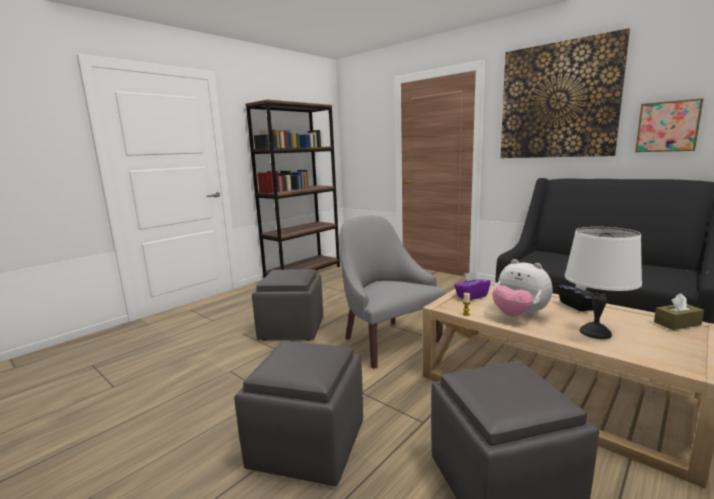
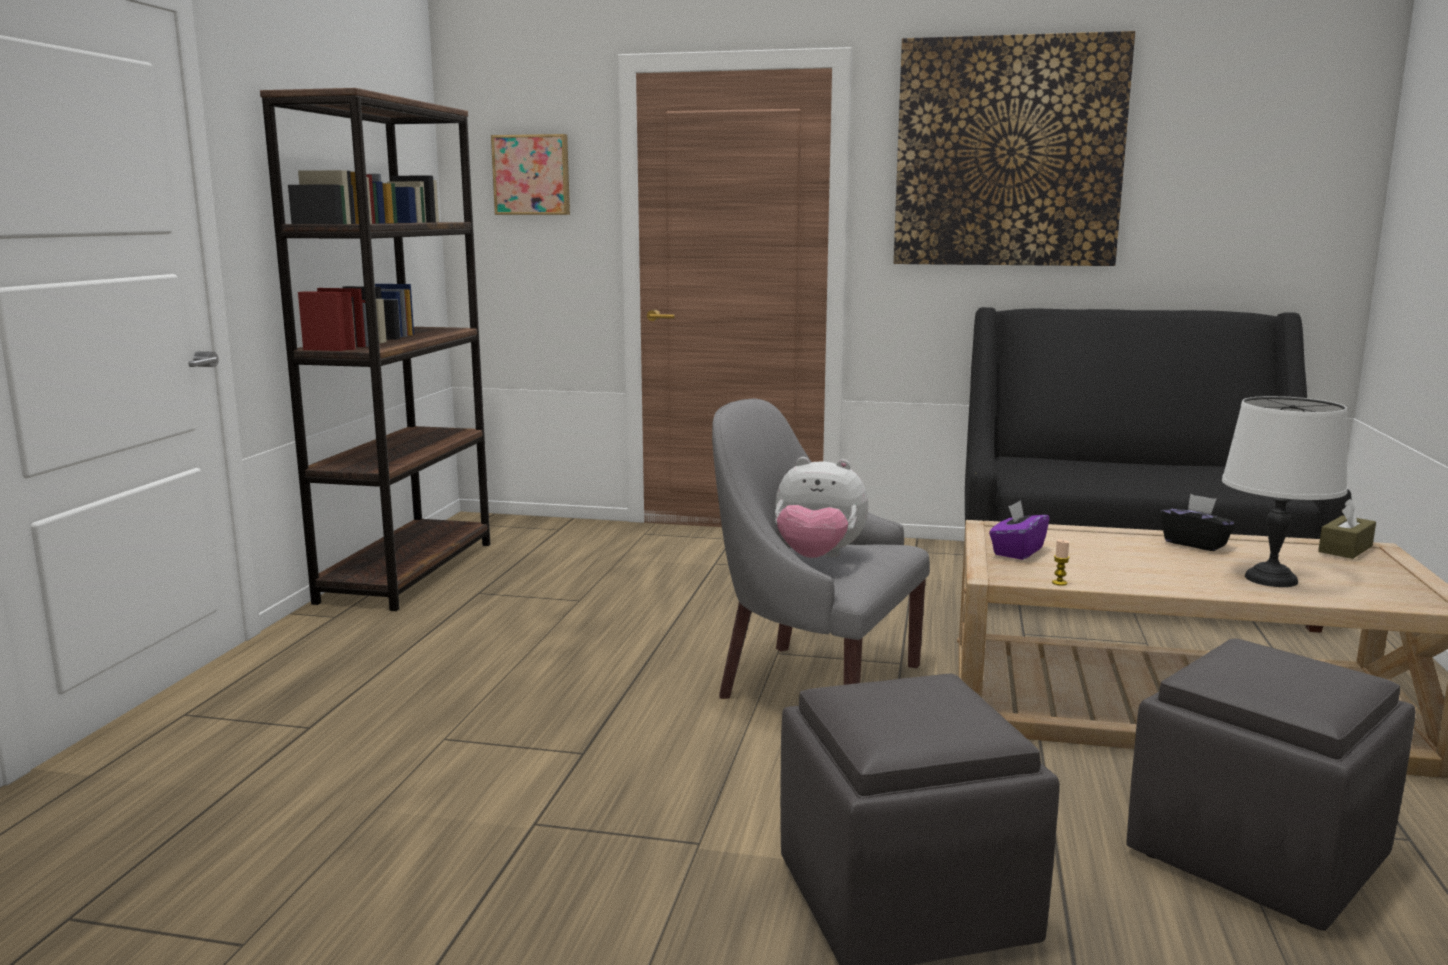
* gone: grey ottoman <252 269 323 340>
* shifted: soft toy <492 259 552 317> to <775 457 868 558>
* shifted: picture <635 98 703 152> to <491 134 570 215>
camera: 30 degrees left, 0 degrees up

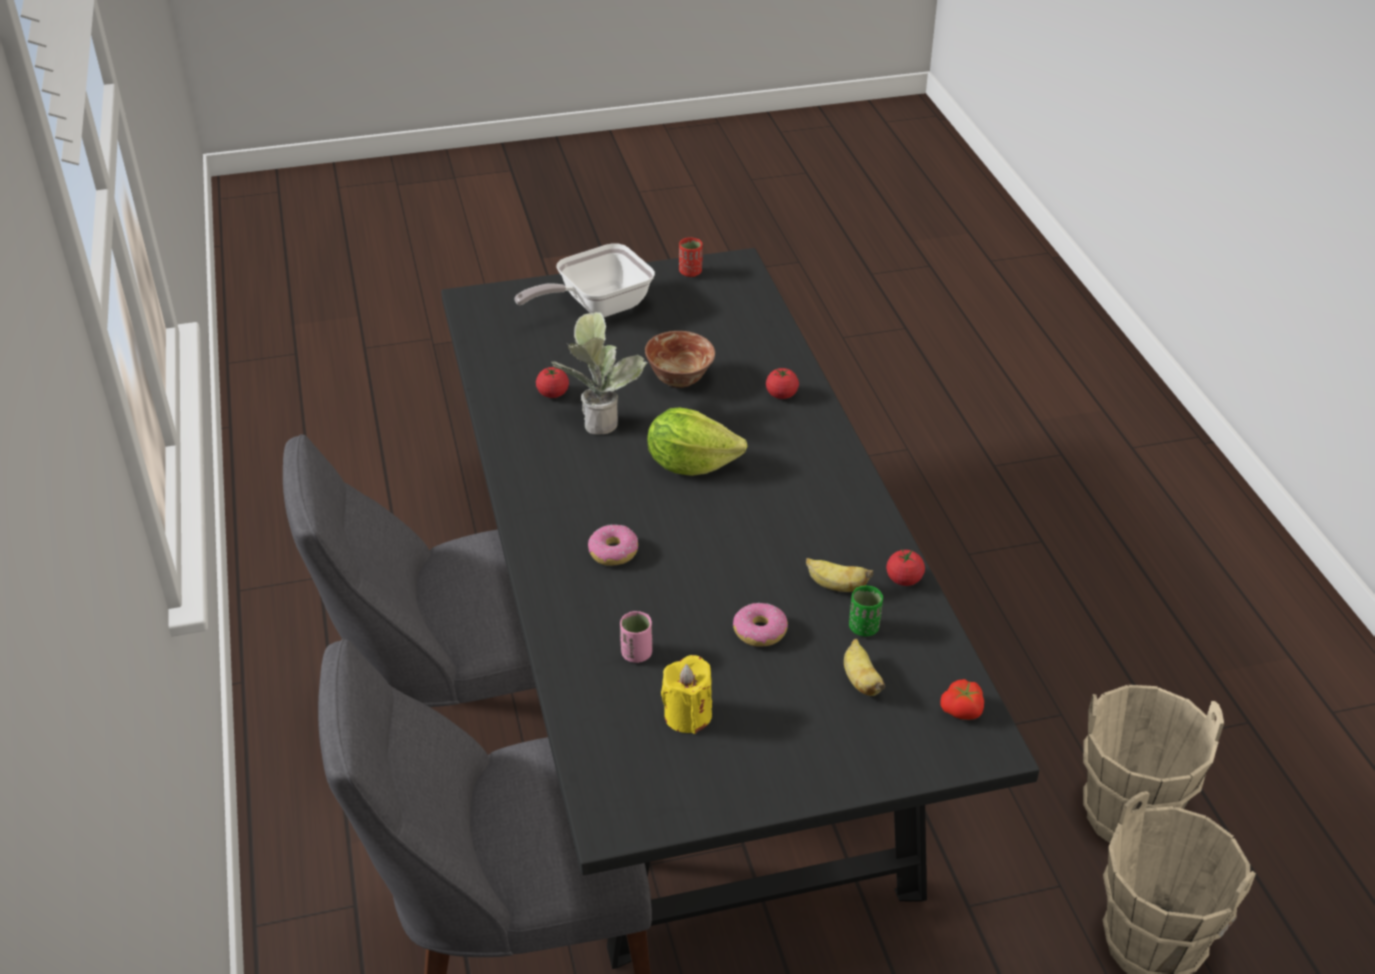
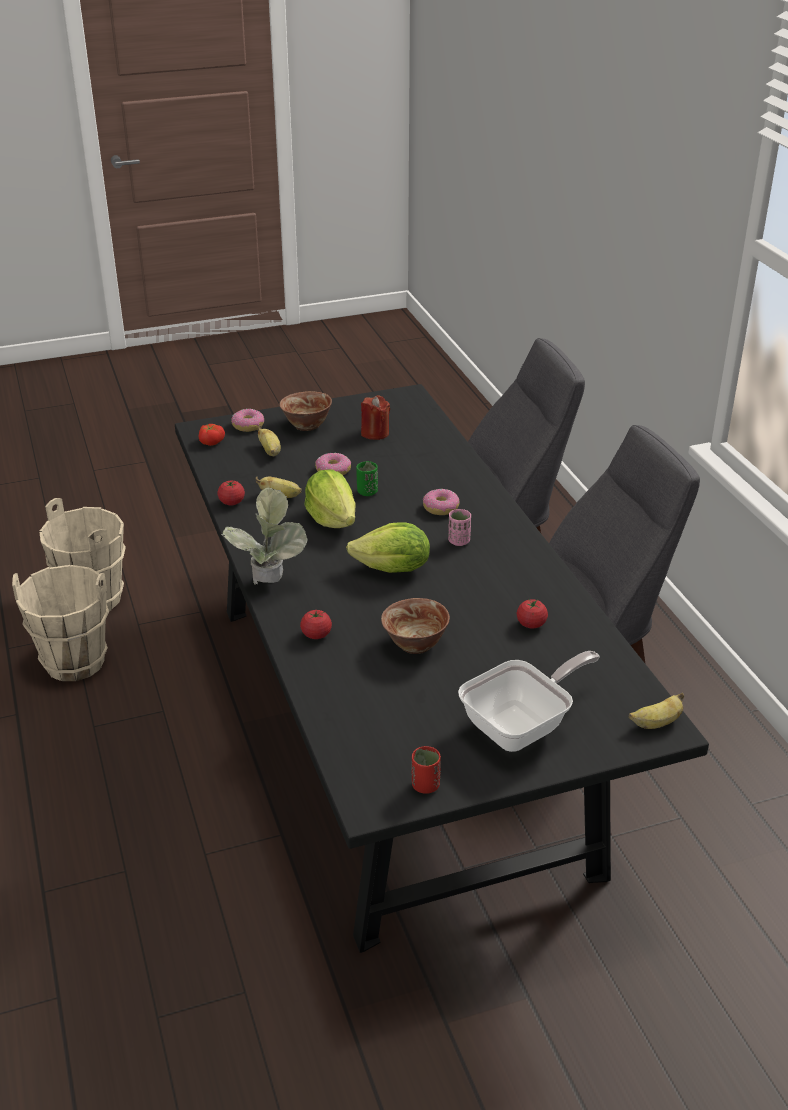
* new: doughnut <231 409 264 432>
* new: bowl <280 391 332 431>
* new: lettuce <304 469 356 528>
* new: whole banana <629 693 684 729>
* shifted: potted plant <552 312 647 435> to <221 488 308 585>
* shifted: pink-coloured small cup <620 611 652 663> to <448 509 471 546>
* shifted: greenish small cup <849 585 883 636> to <356 461 378 496>
* repainted: yellow candle <661 655 712 734> to red-coloured candle <361 395 390 440>
camera: 175 degrees right, 5 degrees down

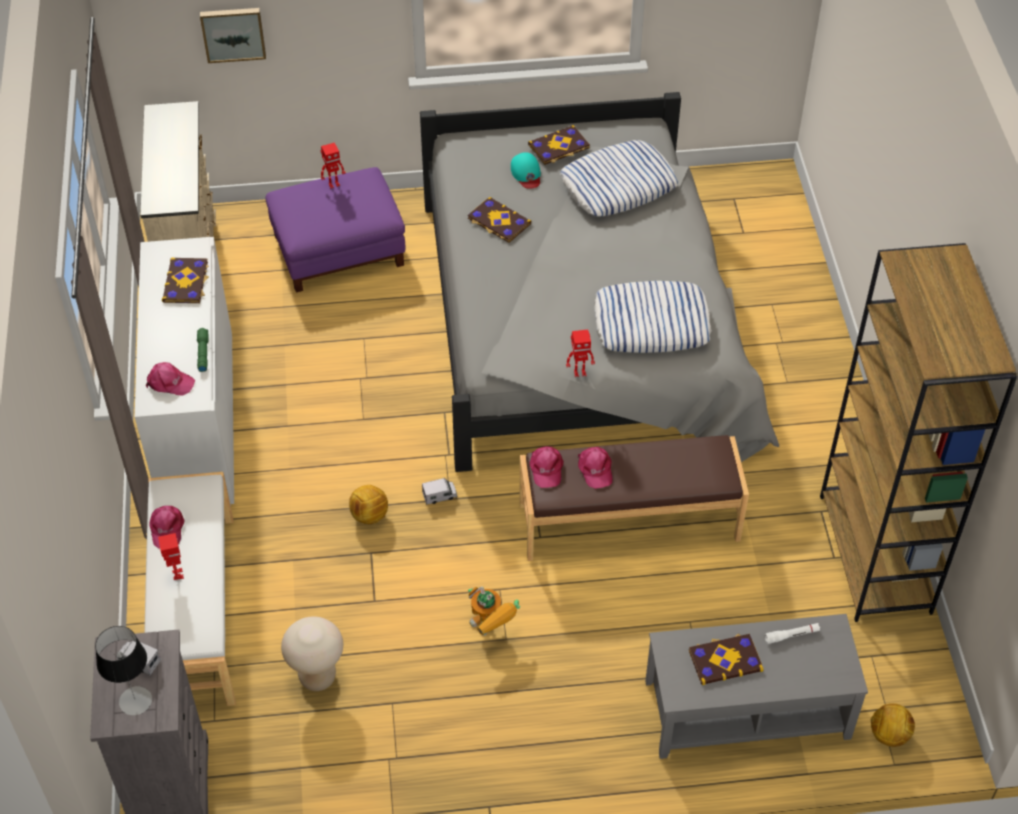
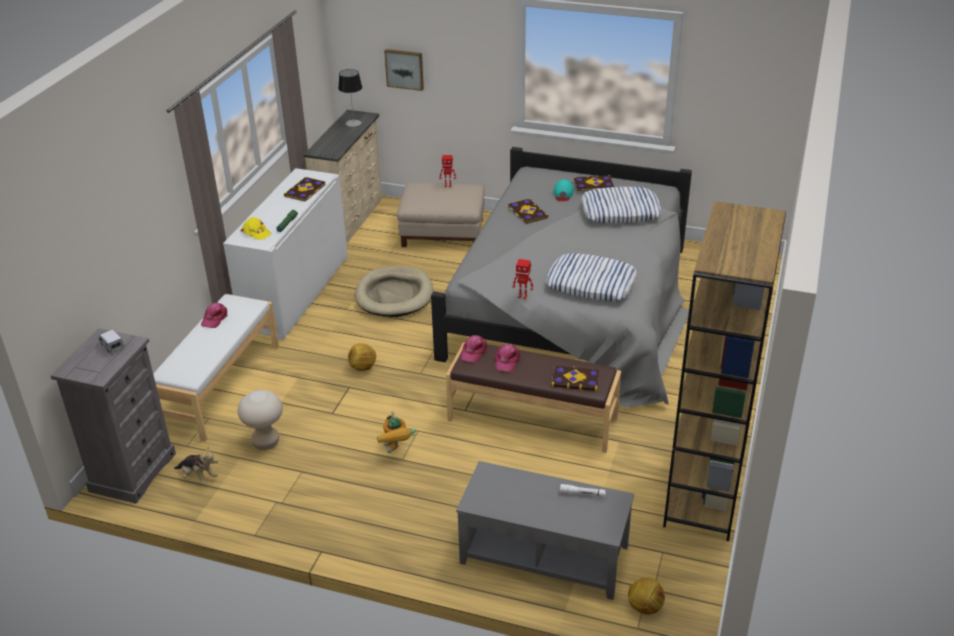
* gone: model robot <158 533 184 580>
* gone: model truck <422 478 457 505>
* new: soft toy <174 446 218 485>
* new: sand-coloured dog bed <355 266 433 317>
* shifted: lamp for a table <95 626 152 715> to <338 69 362 127>
* shifted: volume <689 633 763 685> to <551 366 600 391>
* repainted: pink-coloured cap <146 362 195 396> to yellow cap <241 217 272 240>
* repainted: purple ottoman <265 167 405 293> to sand-coloured ottoman <397 183 485 247>
camera: 25 degrees right, 15 degrees down

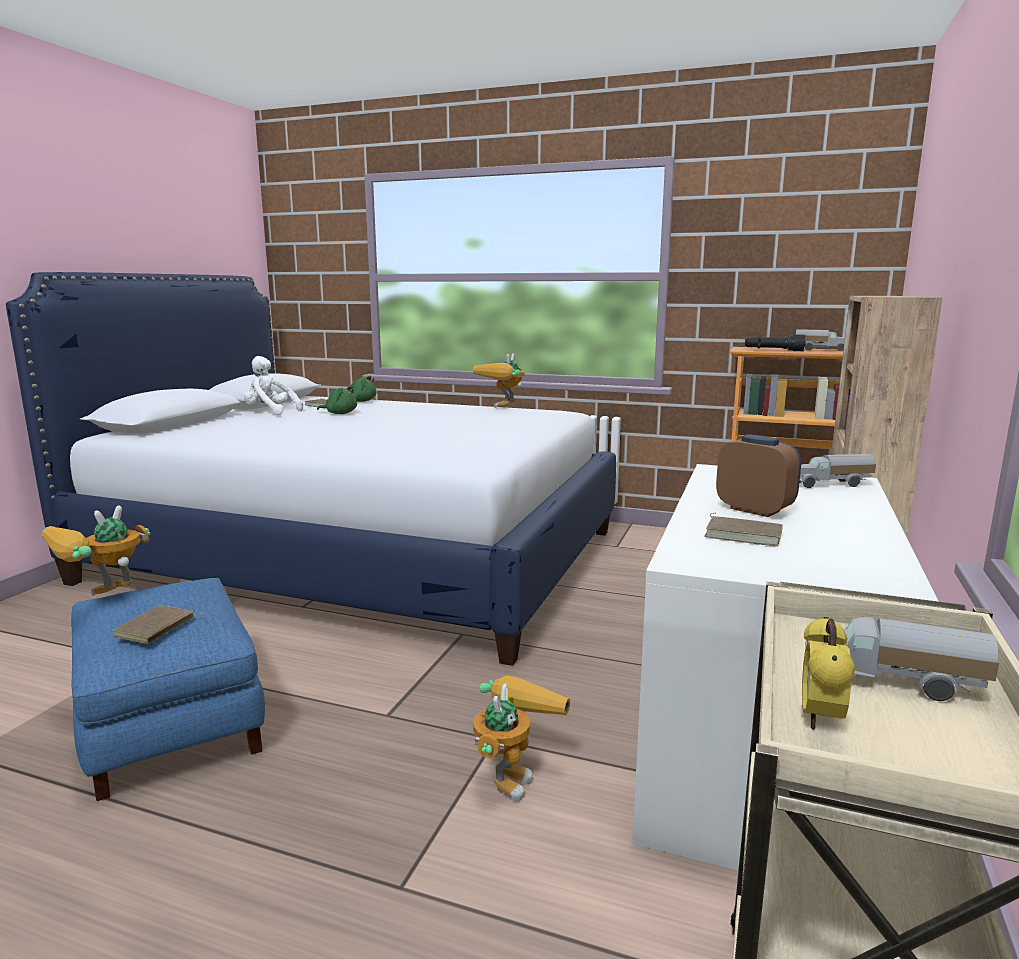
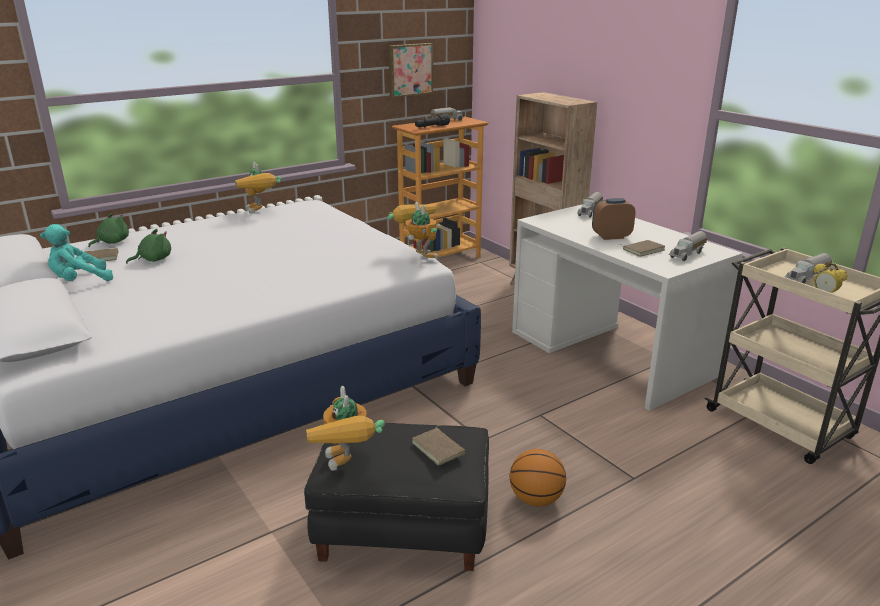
* new: picture <388 43 433 98>
* new: basketball <510 449 566 507>
* new: model truck <669 231 707 261>
* shifted: model robot <473 675 570 802> to <388 202 439 260>
* repainted: bluish ottoman <71 578 265 801> to black-coloured ottoman <304 422 489 571>
* repainted: white-coloured soft toy <244 356 303 415> to blue-green soft toy <40 224 113 281>
camera: 55 degrees left, 10 degrees up

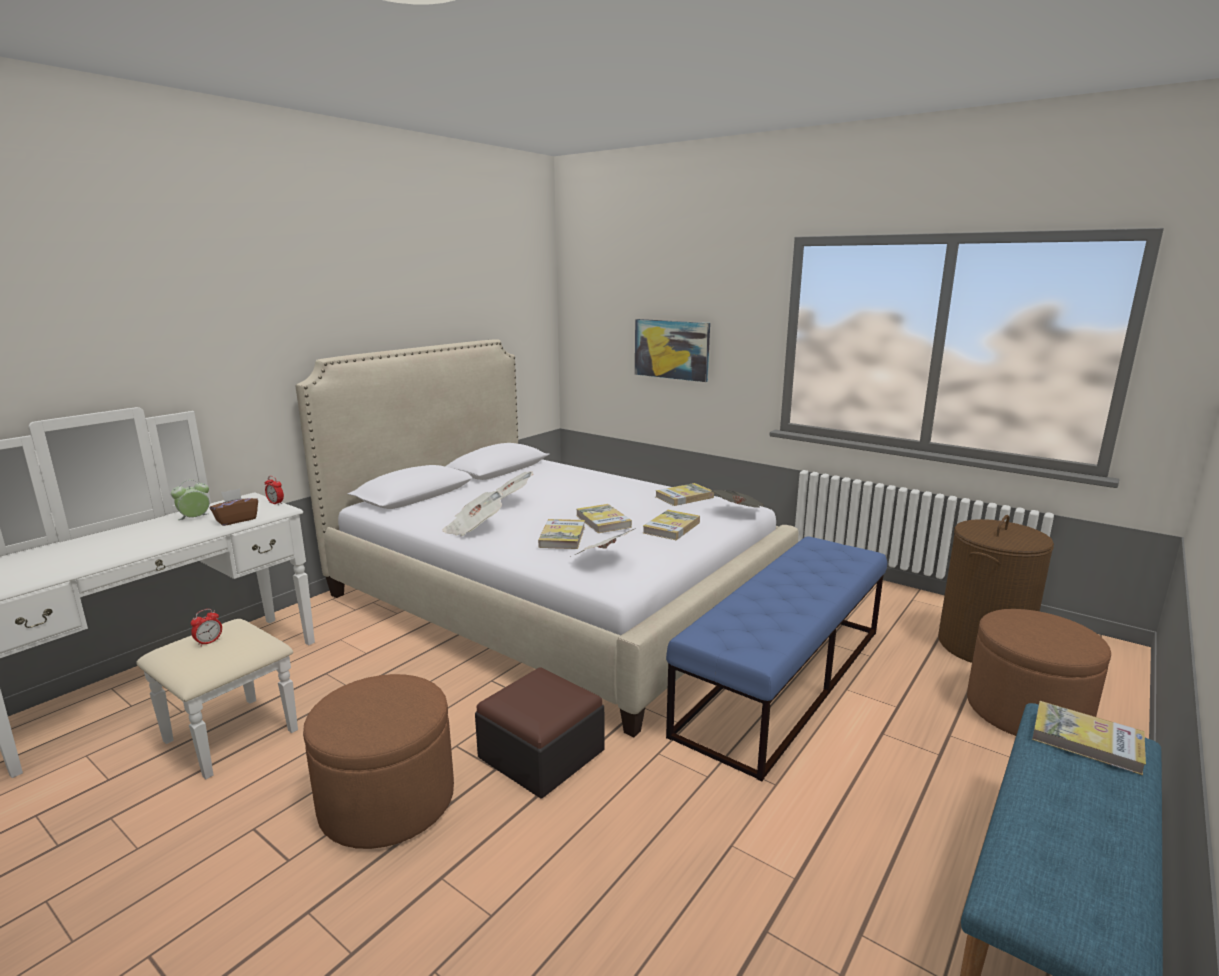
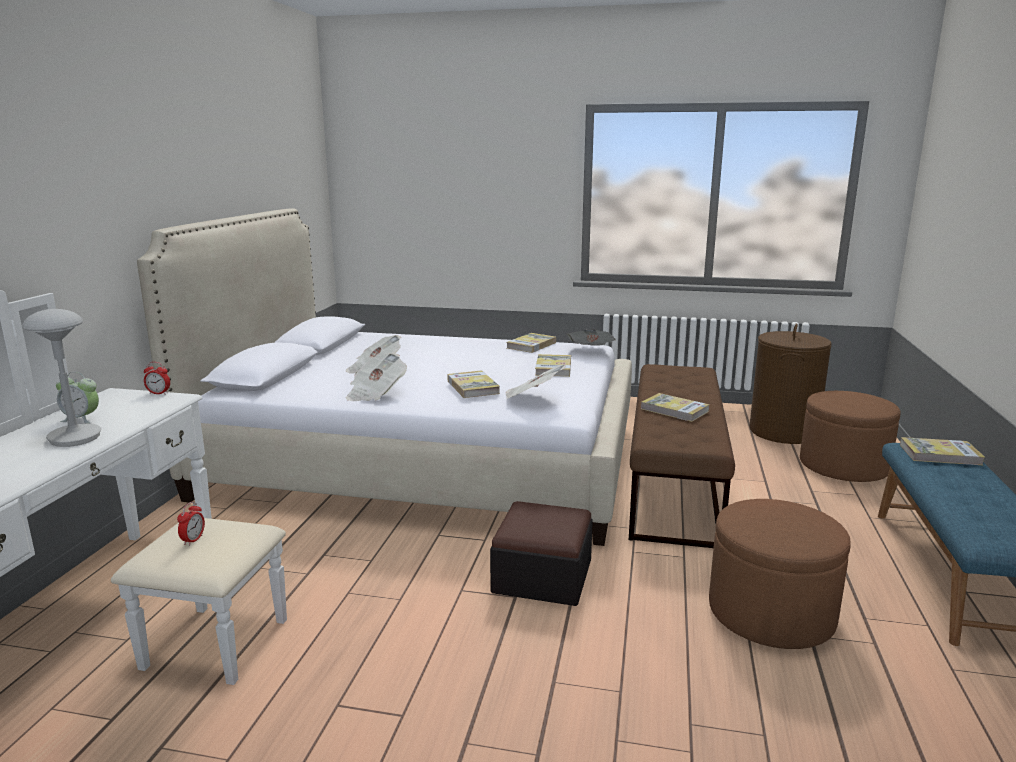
* gone: brownish tissue holder <210 488 258 526>
* gone: picture <635 319 710 382>
* new: grey lamp for a table <22 309 101 447>
* shifted: brownish ottoman <303 674 454 849> to <709 499 851 649>
* shifted: volume <576 504 632 533> to <641 393 709 422>
* repainted: bluish long seat <666 536 887 782> to brownish long seat <629 364 735 548>
* rotated: alarm clock <171 480 210 520> = <56 372 99 423> 105 degrees counterclockwise
camera: 25 degrees left, 0 degrees up

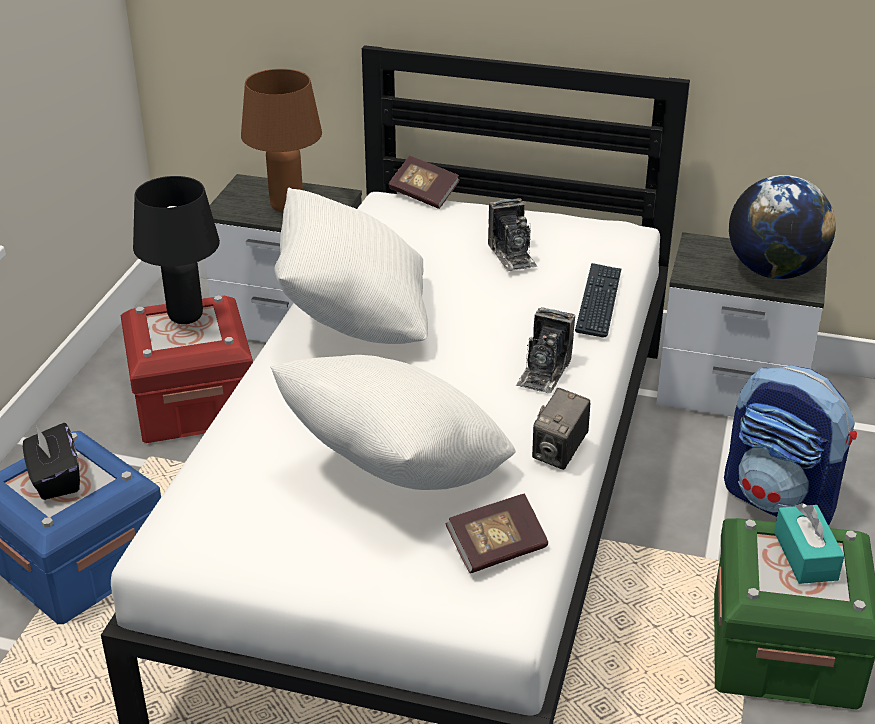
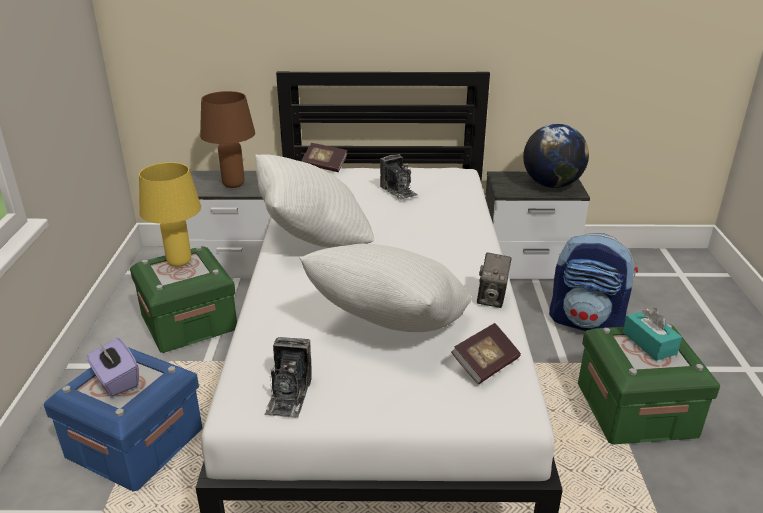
* gone: PC keyboard <575 263 621 338>
* shifted: still camera <516 307 575 394> to <264 337 312 418>
* repainted: black-coloured tissue holder <23 423 80 500> to purple tissue holder <87 338 139 397>
* repainted: red-coloured storage container <121 295 253 443> to greenish storage container <130 246 237 353>
* repainted: black-coloured lamp for a table <133 176 220 324> to yellow lamp for a table <139 162 201 267>
camera: 15 degrees left, 5 degrees down

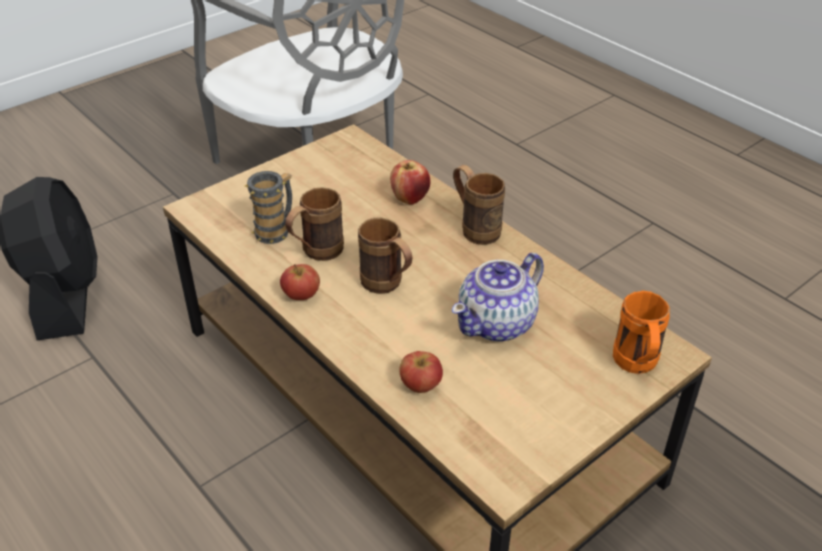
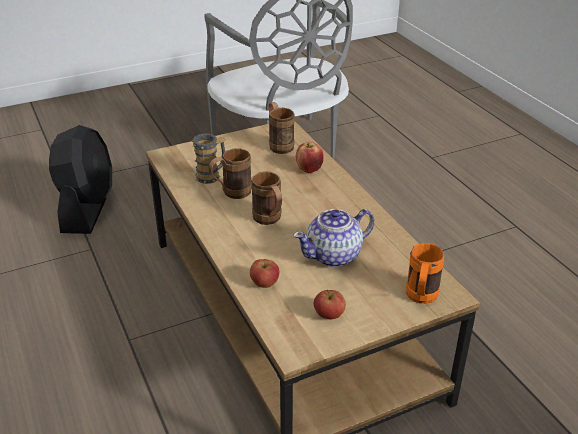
* shifted: whole apple <280 264 320 300> to <314 290 346 319>
* shifted: brownish coffee mug <453 165 505 245> to <269 102 295 154>
camera: 15 degrees right, 5 degrees down

